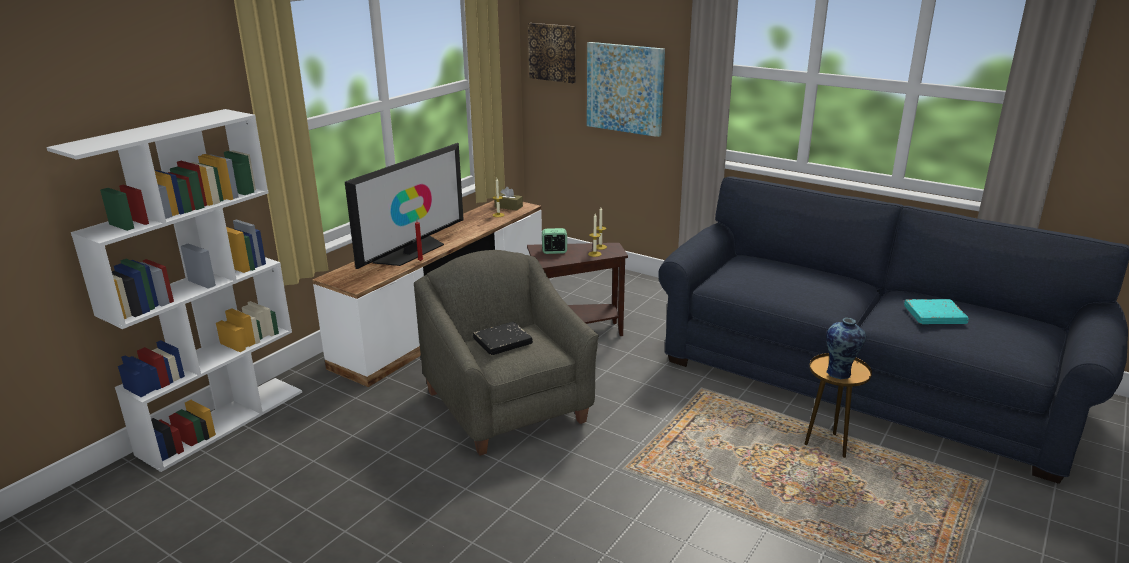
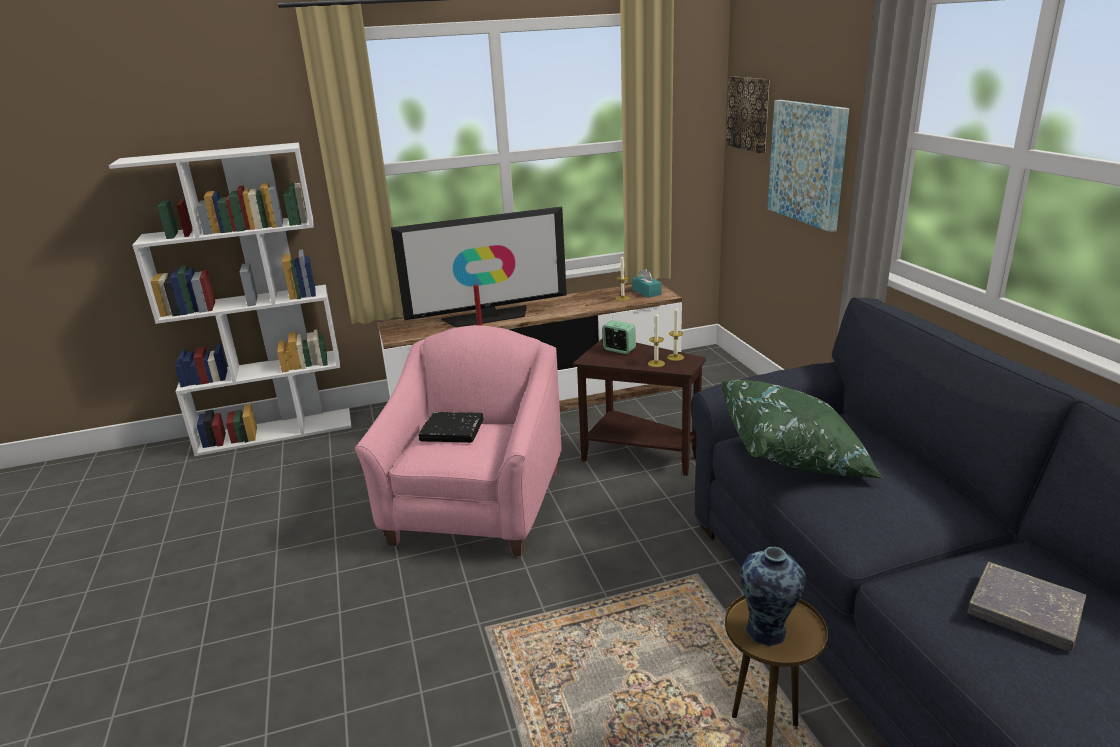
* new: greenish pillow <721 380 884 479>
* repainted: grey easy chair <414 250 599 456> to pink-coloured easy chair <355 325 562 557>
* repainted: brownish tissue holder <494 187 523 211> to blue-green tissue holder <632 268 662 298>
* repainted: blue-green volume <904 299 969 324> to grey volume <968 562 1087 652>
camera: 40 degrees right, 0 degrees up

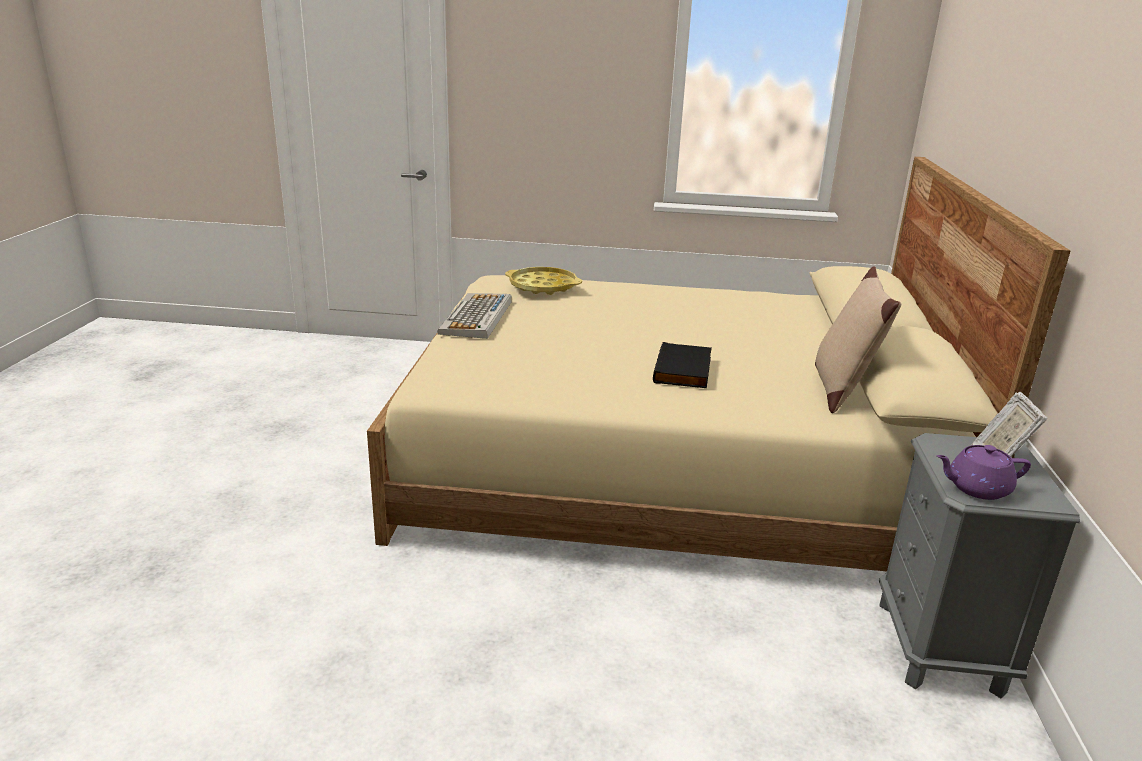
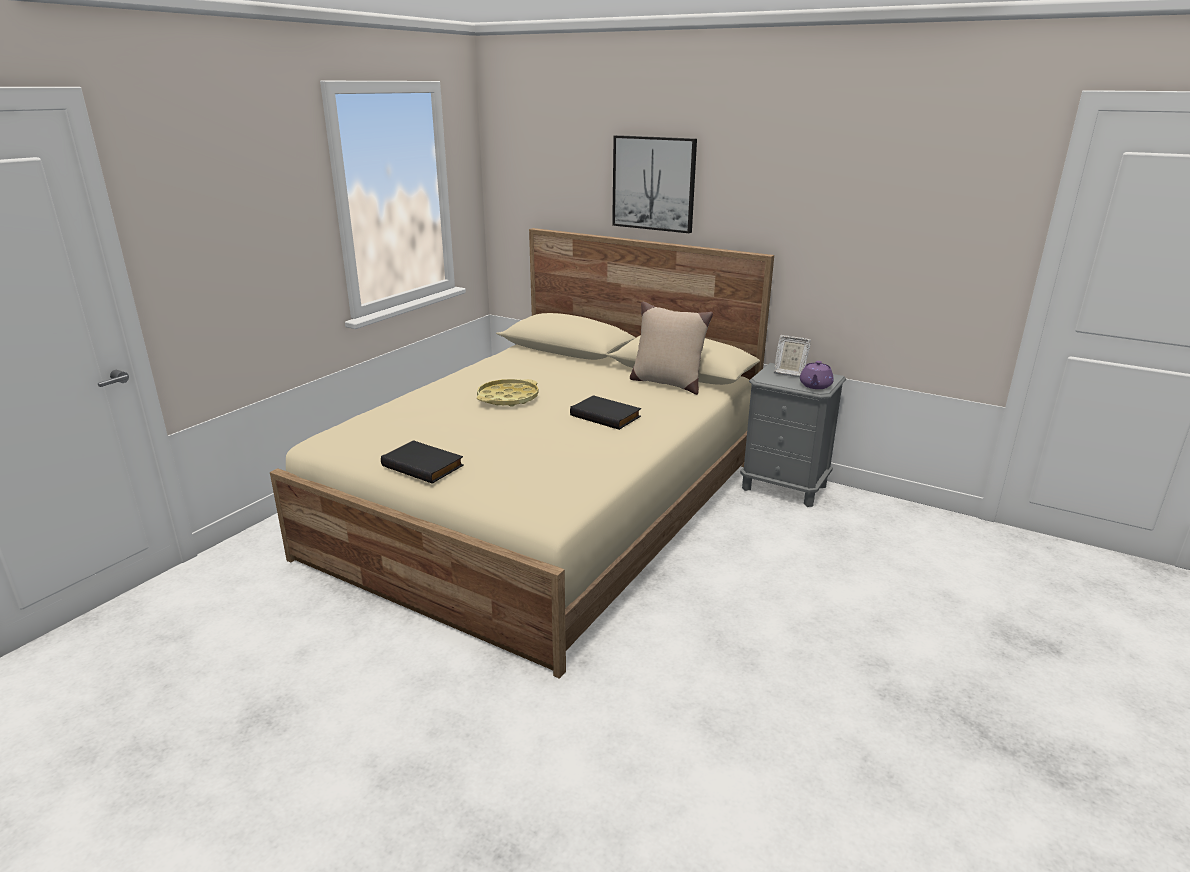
* new: picture <612 135 697 233>
* shifted: yellow serving tray <505 267 582 295> to <477 379 538 407>
* swapped: PC keyboard <437 293 512 339> to black-coloured volume <381 440 464 484>
camera: 65 degrees left, 0 degrees up

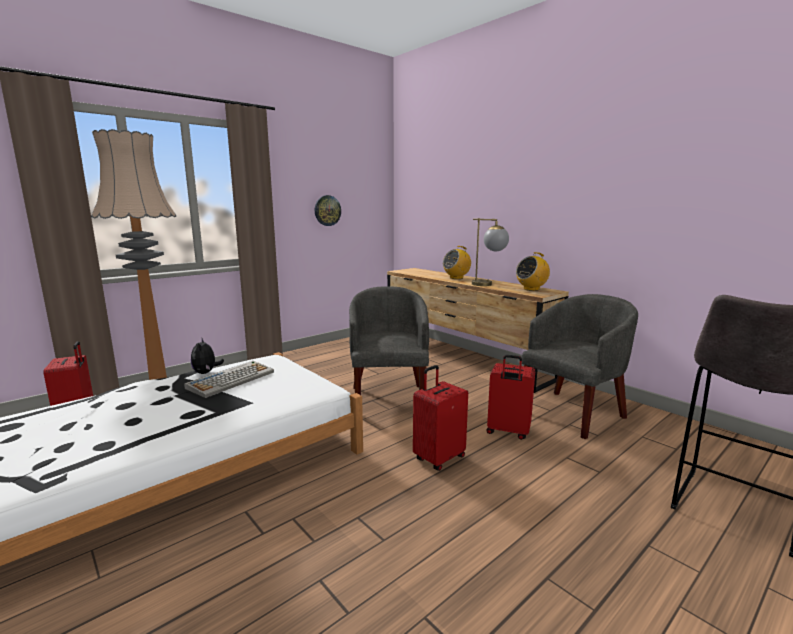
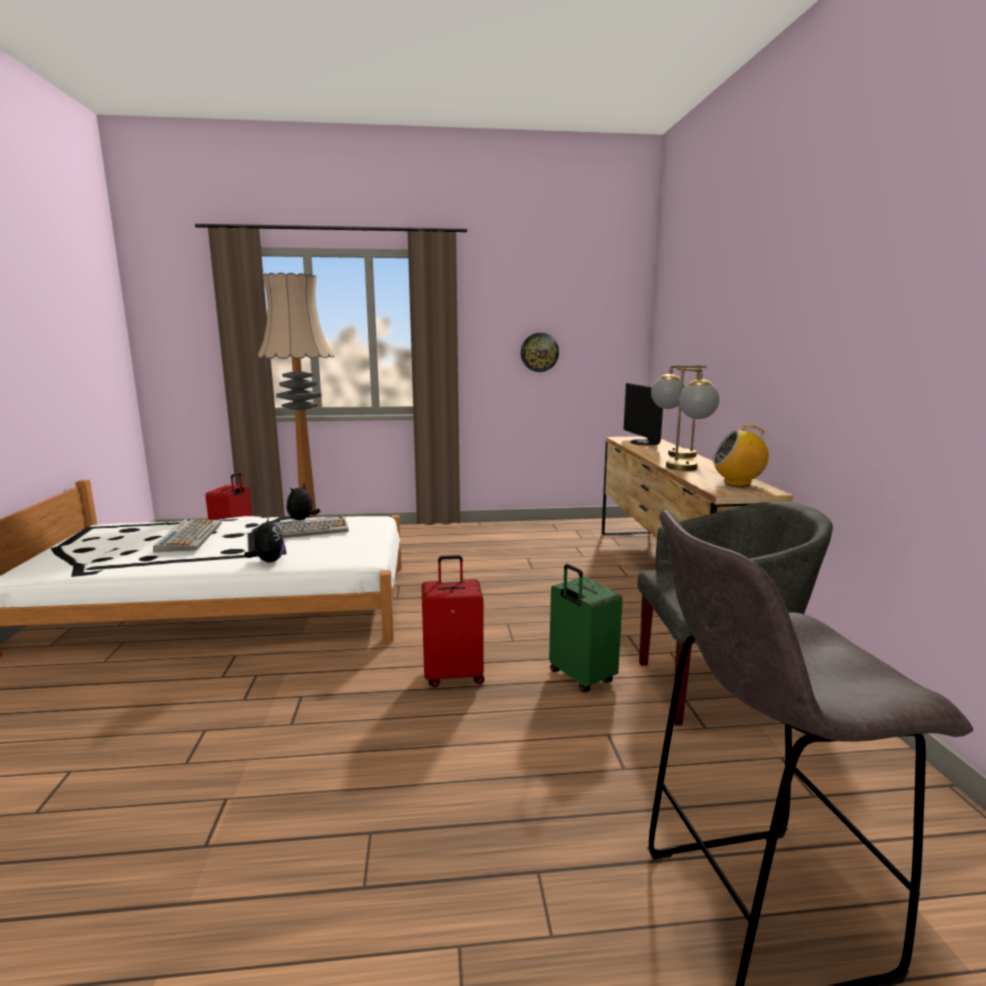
* gone: grey easy chair <349 286 429 395>
* new: PC keyboard <153 519 221 552>
* new: soft toy <244 516 285 562>
* new: monitor <624 383 663 445>
* swapped: radio receiver <443 246 471 279> to lamp for a table <651 365 707 458>
* repainted: red-coloured travel case <486 355 535 440> to greenish travel case <549 564 623 692>
camera: 35 degrees right, 0 degrees up

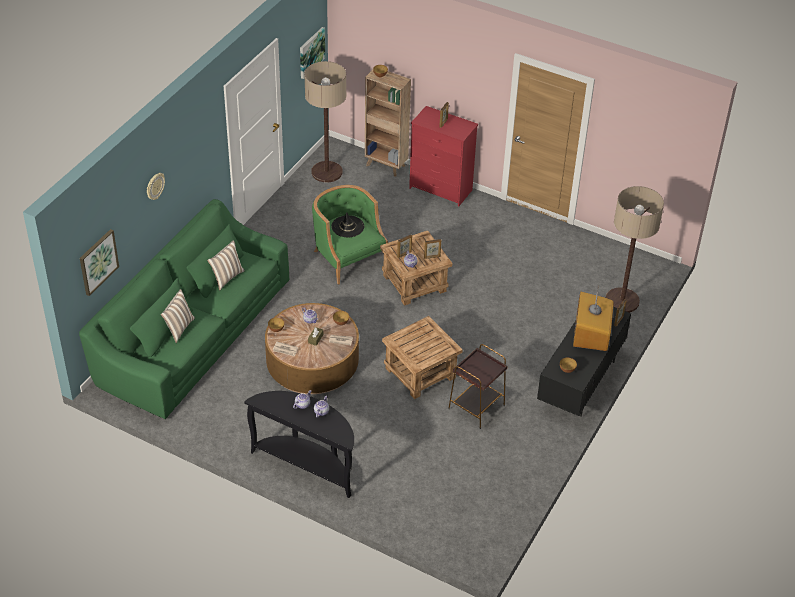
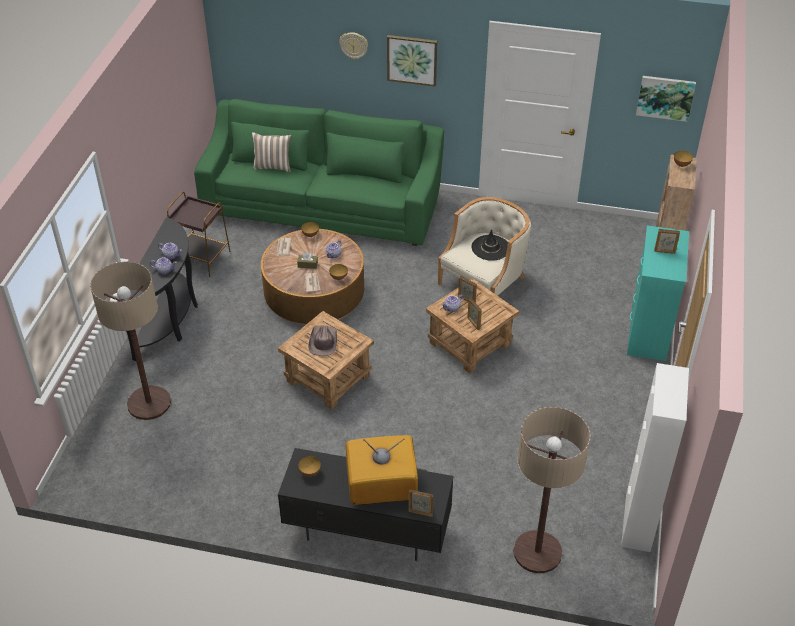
* gone: pillow <207 240 245 291>
* new: brownish clothing hat <308 325 337 356>
* new: white-coloured storage cabinet <621 363 689 552>
* shifted: picture <80 229 119 296> to <387 35 437 87>
* shifted: standing lamp <304 61 346 182> to <90 262 171 420>
* shifted: brownish side table <448 344 507 429> to <167 192 231 277>
* repainted: greenish easy chair <312 185 388 285> to sand-coloured easy chair <438 197 531 295>
* repainted: red-coloured drawer chest <409 106 478 207> to blue-green drawer chest <627 225 689 361>
camera: 75 degrees right, 0 degrees up

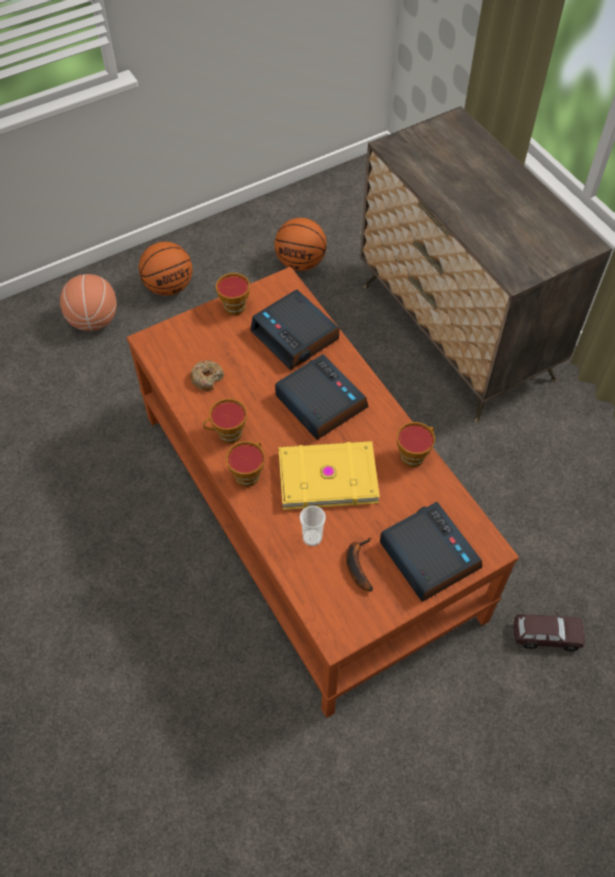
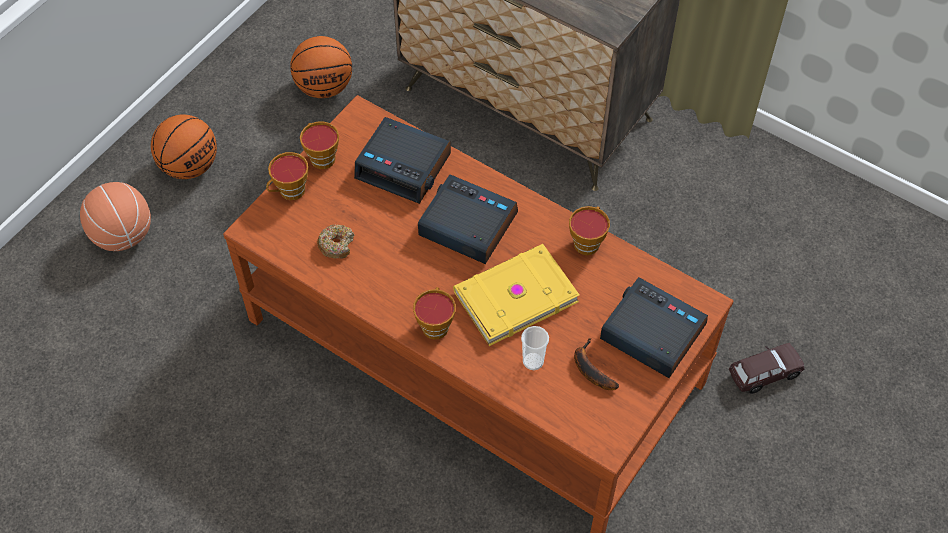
* shifted: small cup <203 399 247 444> to <266 152 308 200>
camera: 25 degrees left, 0 degrees up

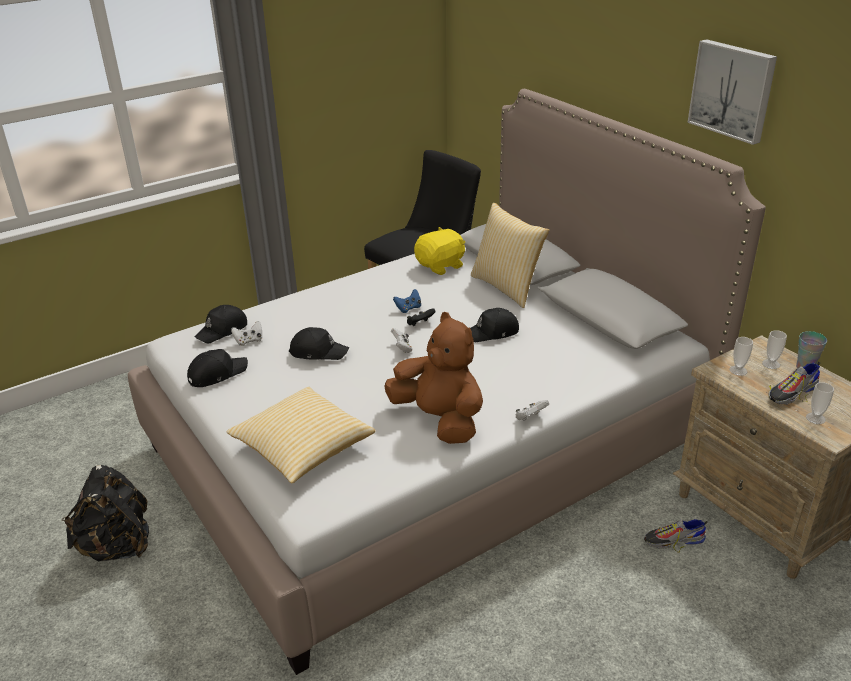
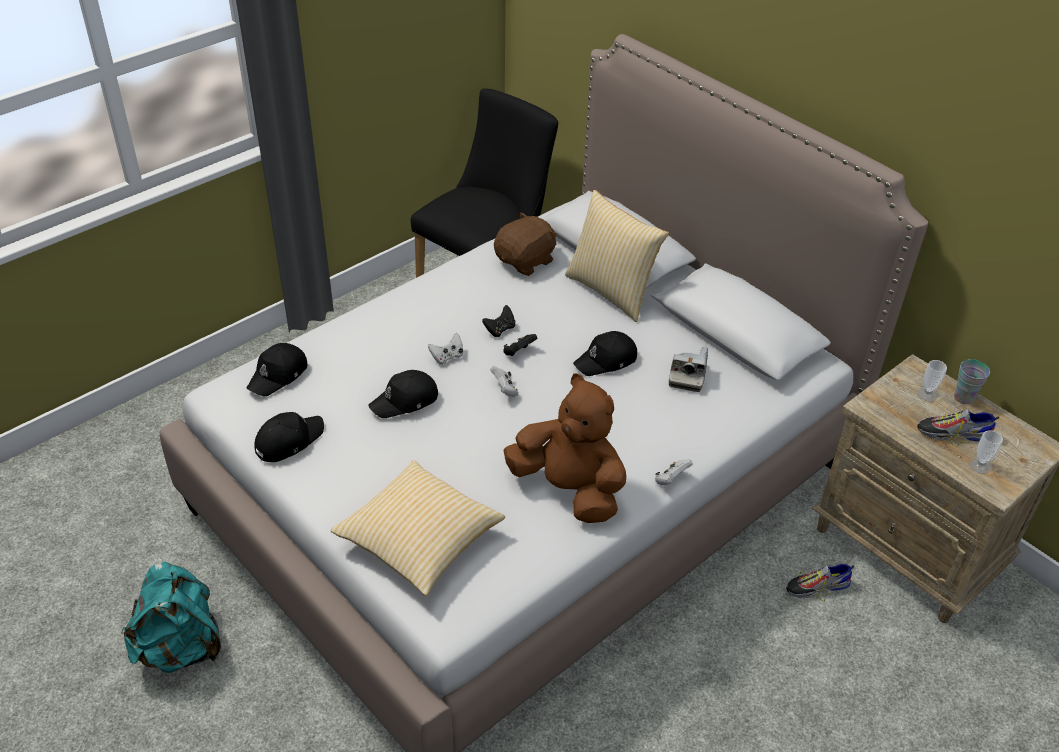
* gone: picture <687 39 777 145>
* gone: small cup <729 337 753 376>
* new: still camera <669 347 708 392>
* shifted: white-coloured game controller <231 321 262 346> to <428 333 463 365>
* repainted: black-coloured knapsack <62 465 149 561> to blue-green knapsack <121 561 221 674>
* repainted: bluish game controller <393 289 421 313> to black-coloured game controller <482 305 515 337>
* repainted: yellow soft toy <414 227 465 275> to brownish soft toy <494 212 558 276>
* rotated: black-coloured cap <289 327 349 360> = <368 370 438 418> 150 degrees clockwise
* rotated: item of footwear <766 362 820 404> = <917 409 999 447> 45 degrees clockwise
camera: 10 degrees left, 10 degrees up

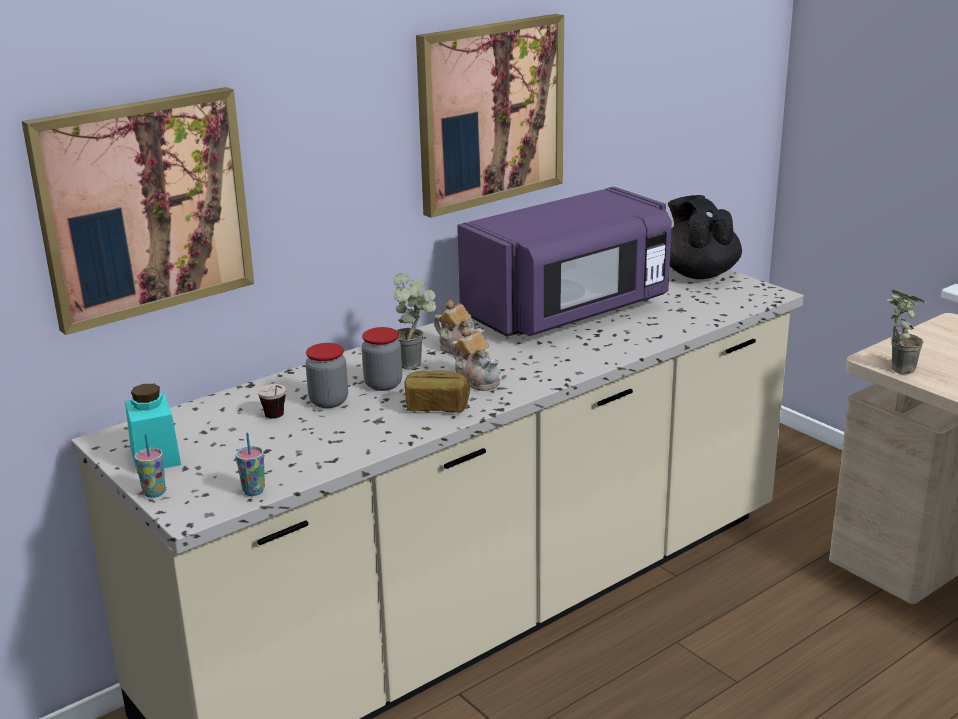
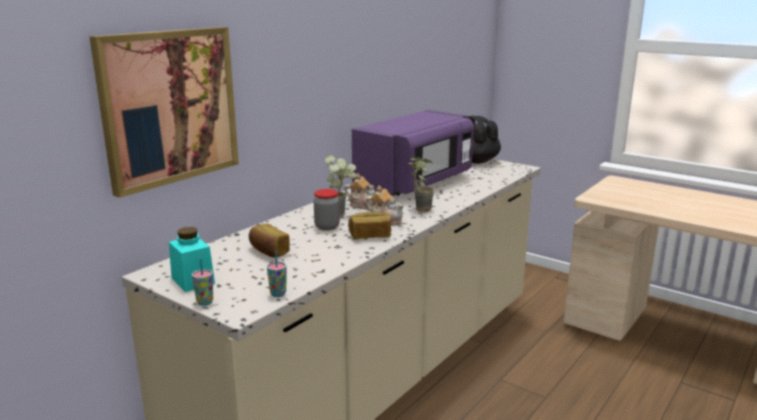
* gone: preserve jar <305 343 348 408>
* gone: picture <416 14 564 218>
* shifted: potted plant <886 290 926 374> to <409 157 434 212>
* swapped: small cup <258 384 286 418> to bakery bread <249 224 290 257>
camera: 15 degrees left, 5 degrees down

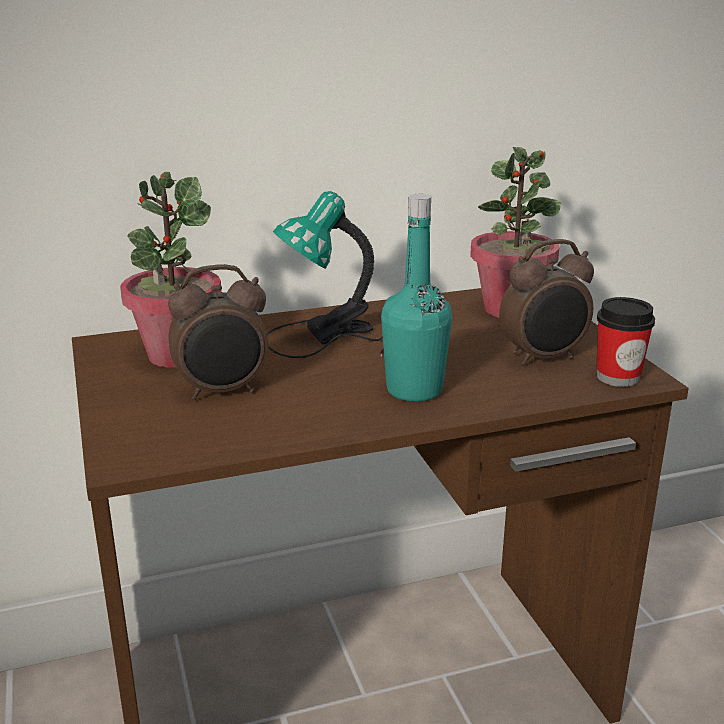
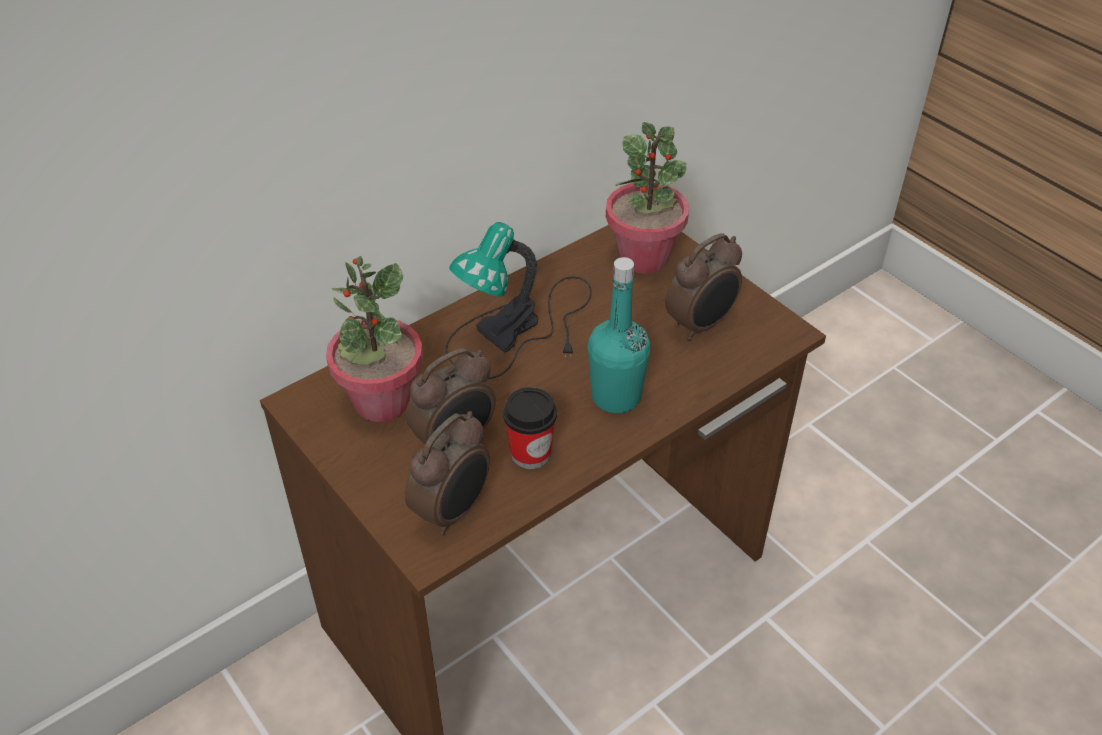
* new: alarm clock <405 411 490 535>
* shifted: small cup <597 297 655 387> to <503 387 557 469>
camera: 20 degrees left, 20 degrees up

